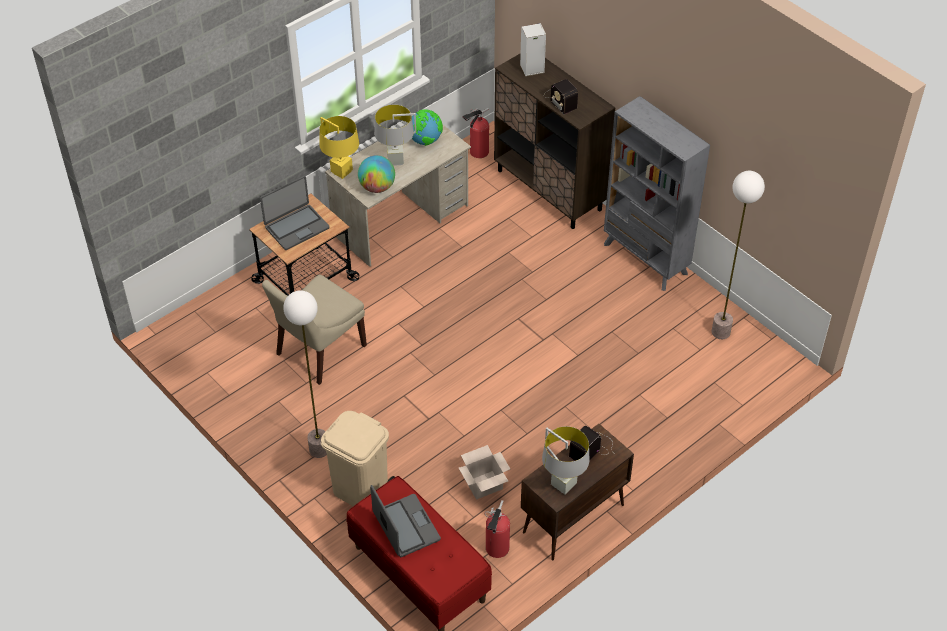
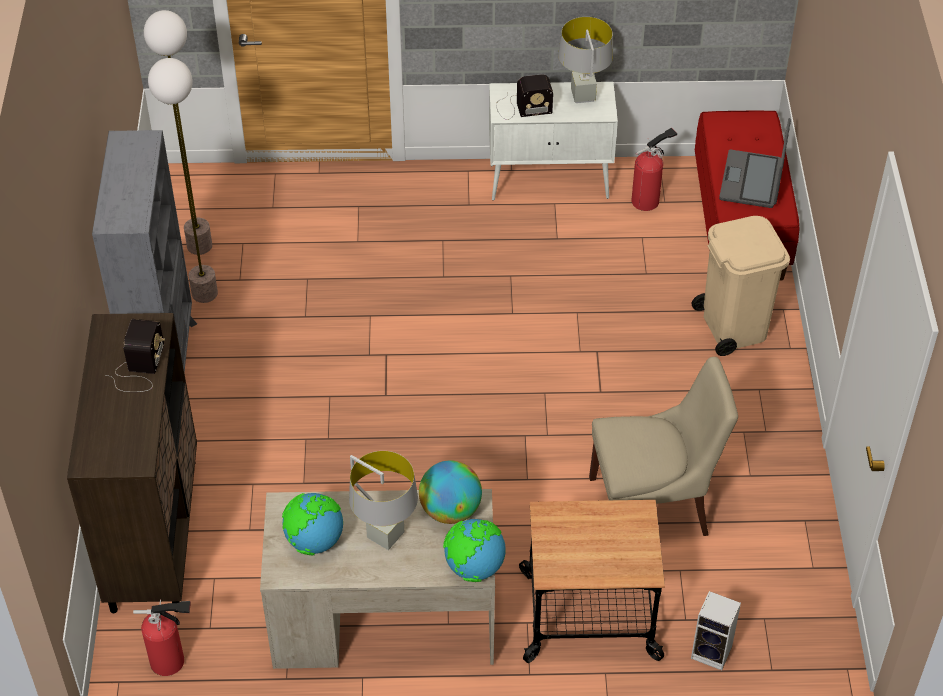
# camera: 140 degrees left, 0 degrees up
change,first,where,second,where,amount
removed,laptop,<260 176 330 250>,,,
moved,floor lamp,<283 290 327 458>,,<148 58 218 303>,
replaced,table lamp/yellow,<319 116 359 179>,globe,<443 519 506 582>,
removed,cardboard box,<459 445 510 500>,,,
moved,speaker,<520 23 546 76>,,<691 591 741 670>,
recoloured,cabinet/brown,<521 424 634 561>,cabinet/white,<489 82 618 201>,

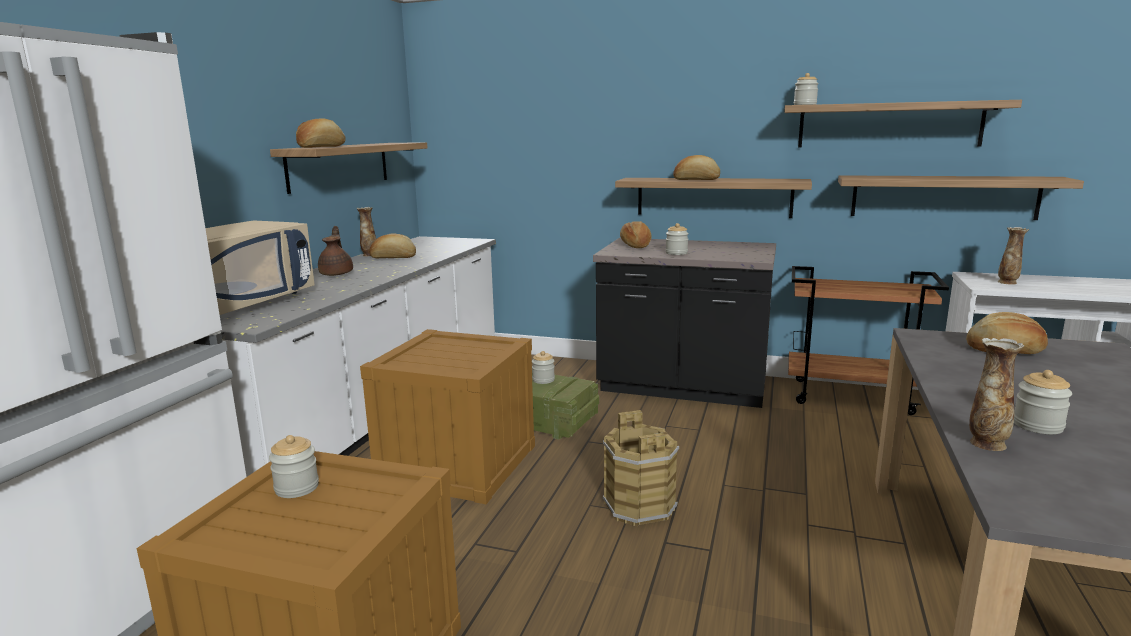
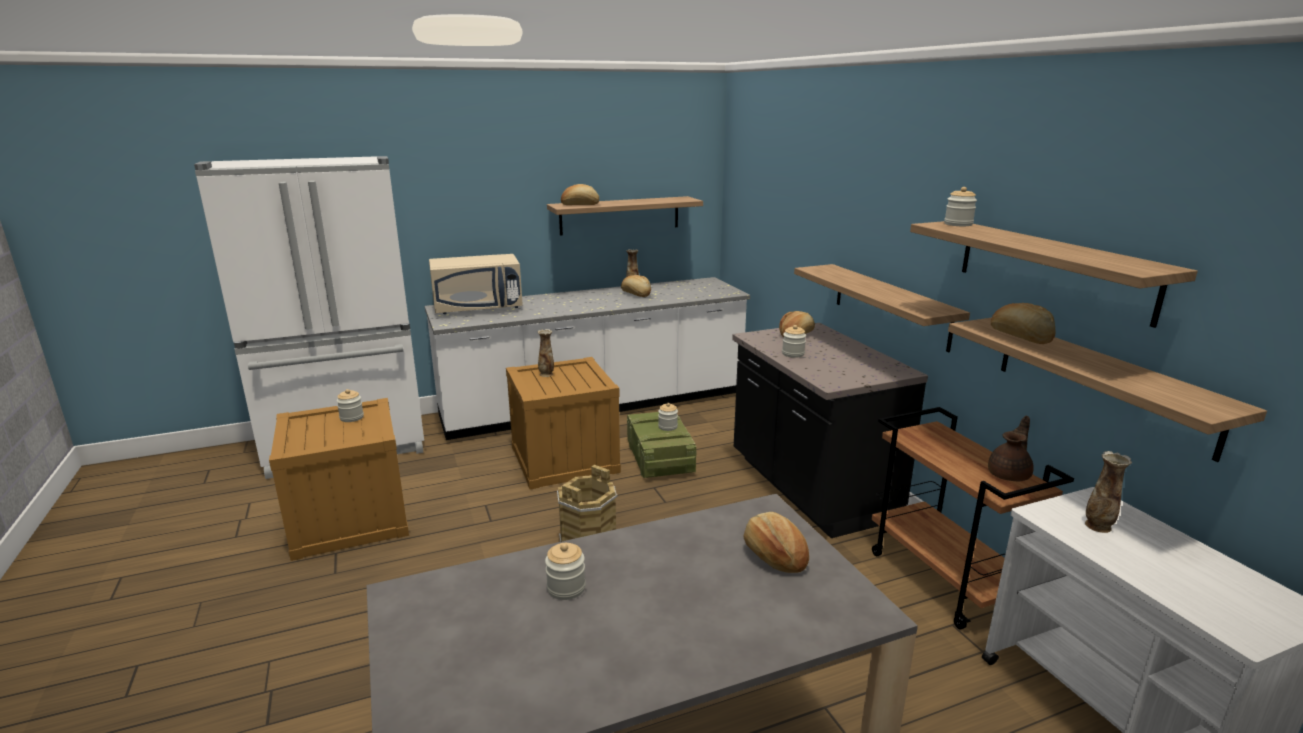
# camera: 50 degrees right, 5 degrees up
change,first,where,second,where,amount
moved,teapot/brown,<318 226 353 276>,,<988 416 1034 481>,
moved,bread,<673 155 720 180>,,<991 303 1055 344>,
moved,vase,<969 338 1024 451>,,<538 329 554 377>,

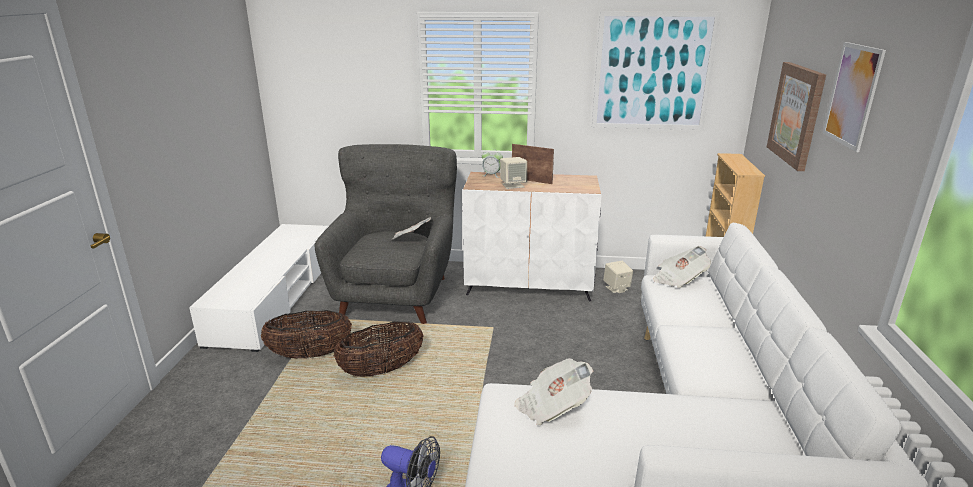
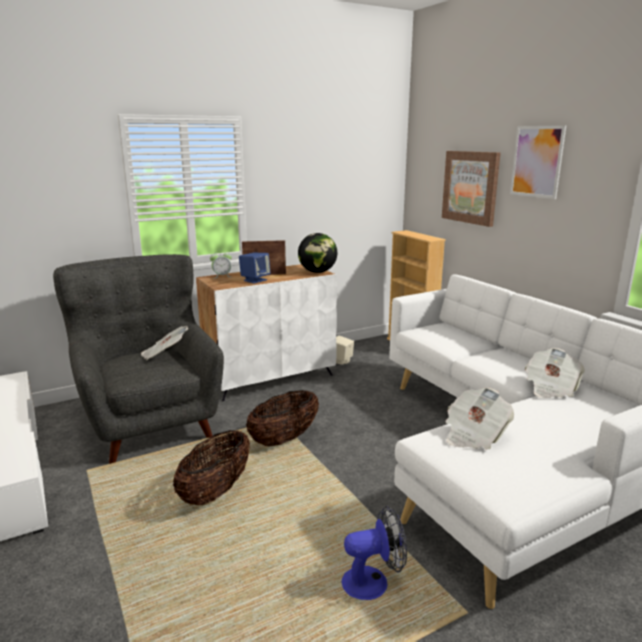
# camera: 35 degrees left, 5 degrees down
change,first,where,second,where,amount
moved,basket,<261 310 352 359>,,<246 390 319 447>,
recoloured,speaker/beige,<500 157 527 189>,speaker/blue,<239 253 271 284>,
removed,picture,<592 11 721 130>,,,
moved,newspaper,<653 246 711 288>,,<525 348 585 398>,
added,,,globe,<298 233 337 273>,

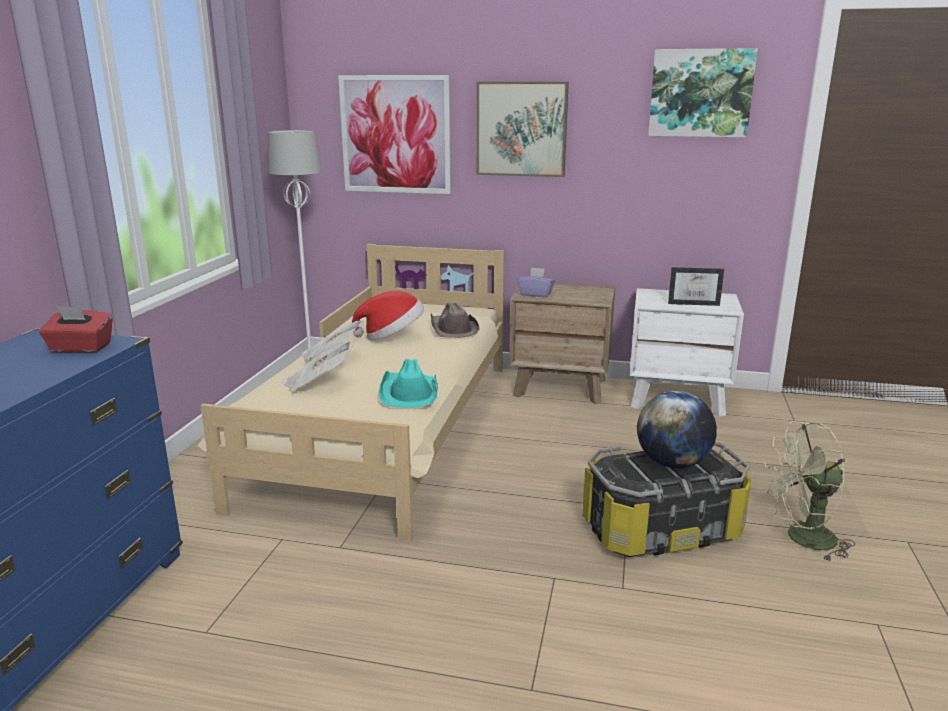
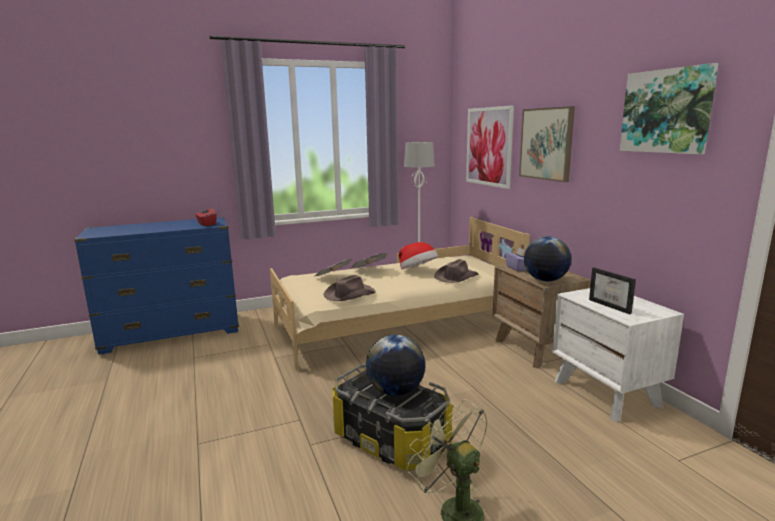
# camera: 55 degrees right, 5 degrees down
change,first,where,second,where,amount
recoloured,hat/turquoise,<379 359 438 408>,hat/brown,<323 275 376 301>,
added,,,globe,<524 236 571 281>,

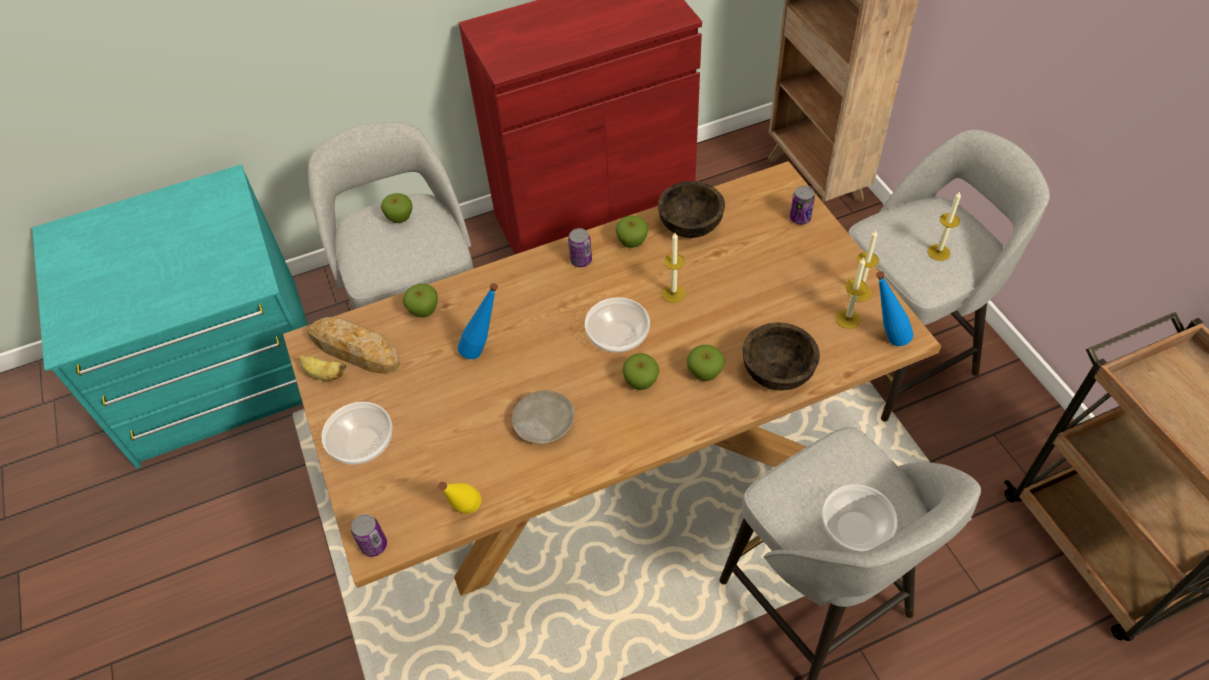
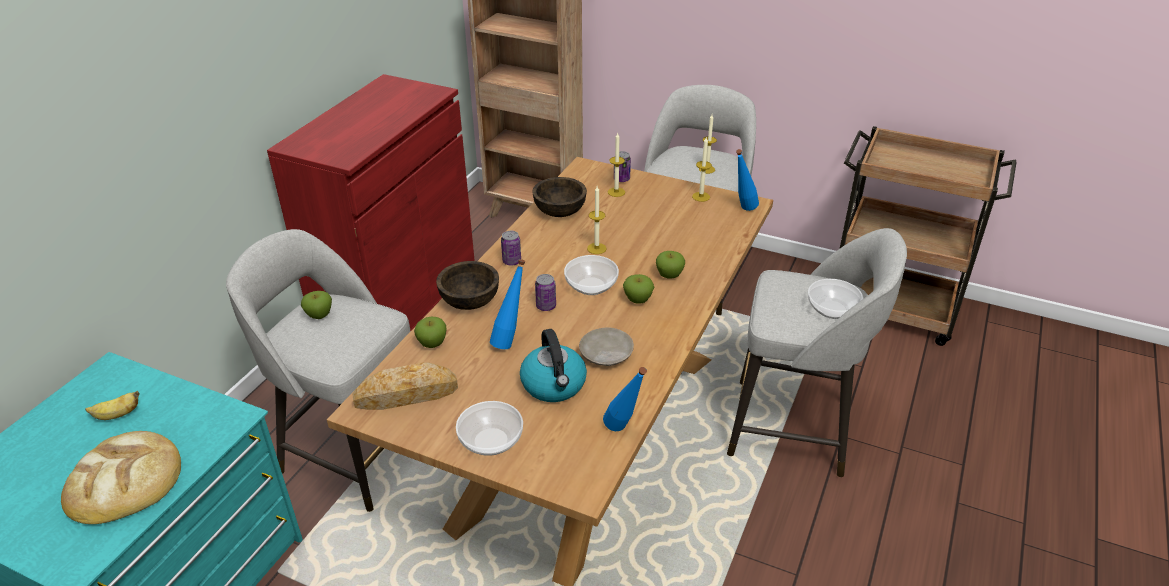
# camera: 45 degrees left, 15 degrees down
change,first,where,second,where,amount
moved,banana,<299 355 346 381>,,<85 390 140 420>,
moved,can,<351 514 387 557>,,<535 274 556 311>,
recoloured,bottle/yellow,<438 481 481 514>,bottle/blue,<603 367 647 431>,
removed,apple,<616 215 648 248>,,,
moved,bowl/brown,<743 322 820 391>,,<436 261 499 310>,
moved,candle,<836 258 867 329>,,<608 133 625 197>,
added,,,bread,<61 431 181 524>,
added,,,kettle,<520 329 587 402>,

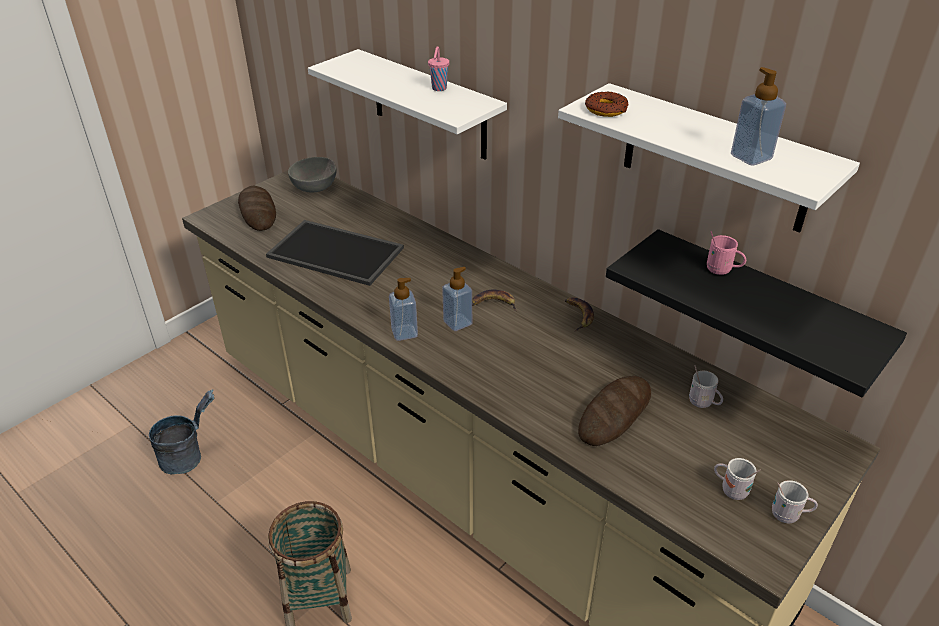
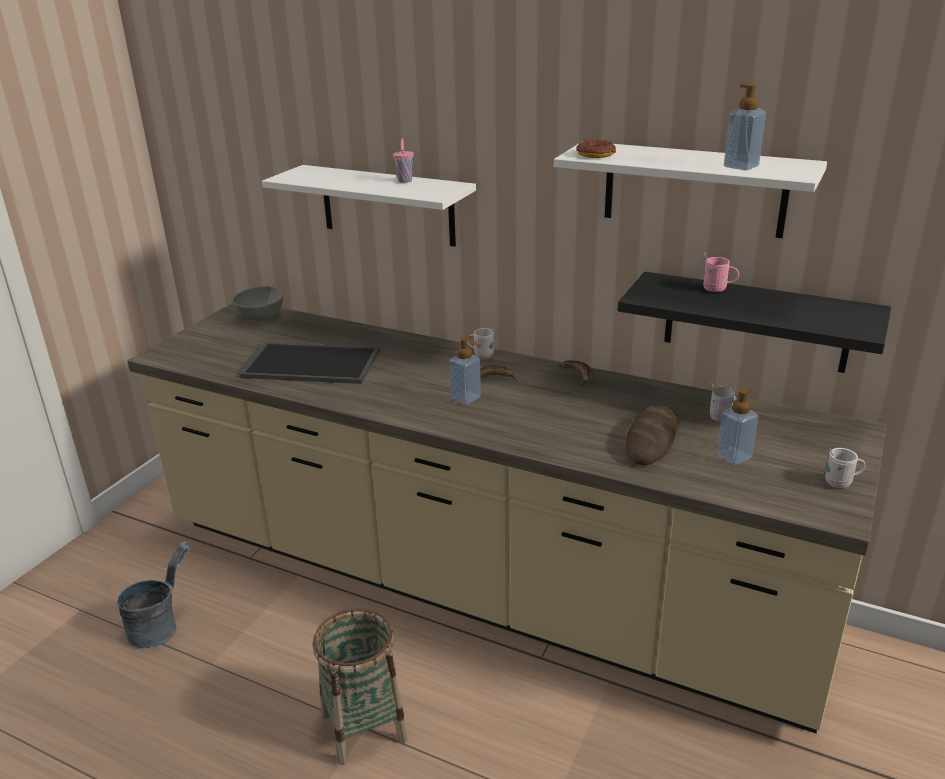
# camera: 15 degrees left, 10 degrees down
change,first,where,second,where,amount
removed,bread,<238 186 276 231>,,,
moved,soap dispenser,<389 278 418 341>,,<717 388 758 465>,
moved,mug/white,<714 458 761 500>,,<468 327 495 358>,

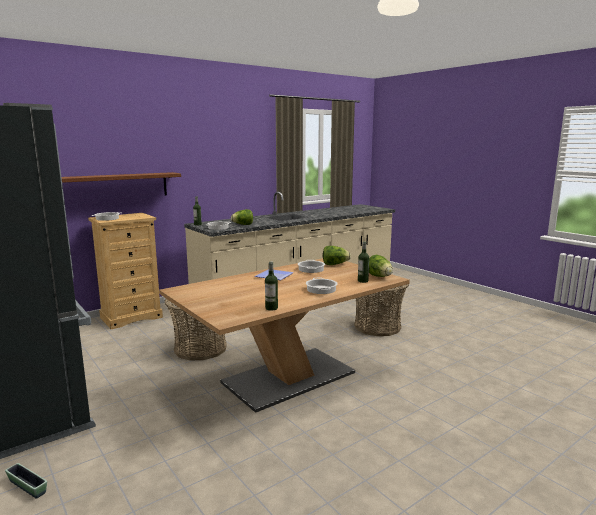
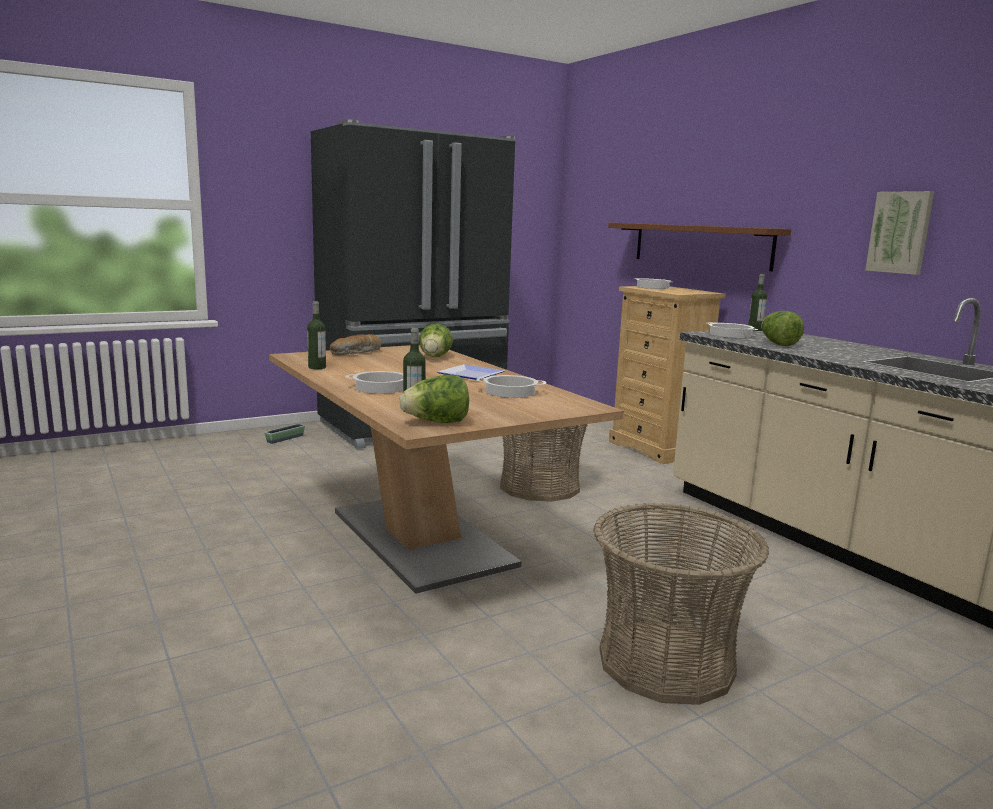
# camera: 95 degrees right, 0 degrees up
change,first,where,second,where,amount
moved,lettuce,<323 246 351 265>,,<419 324 453 357>,
added,,,bread,<330 334 382 355>,
added,,,picture,<865 191 934 275>,

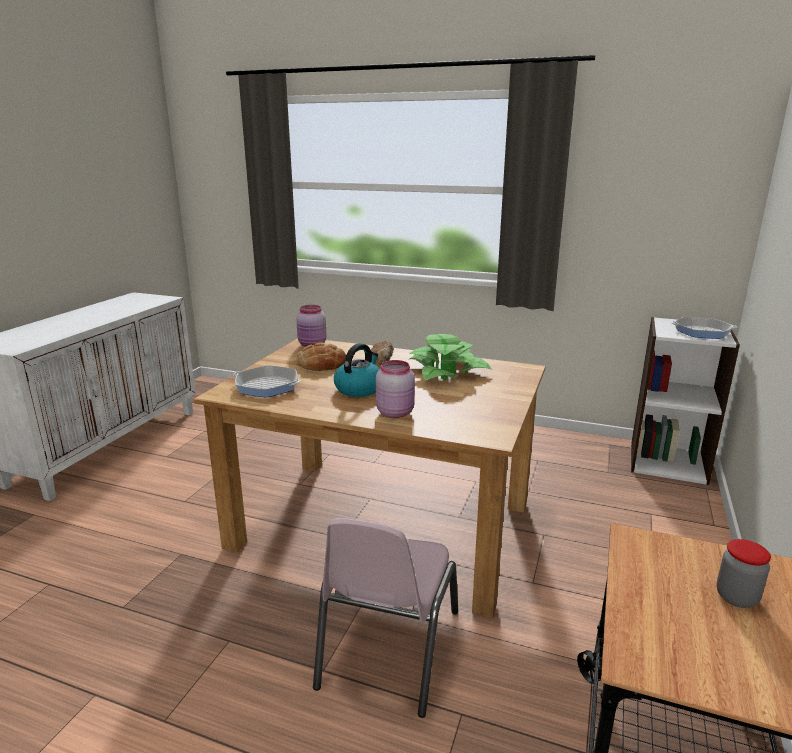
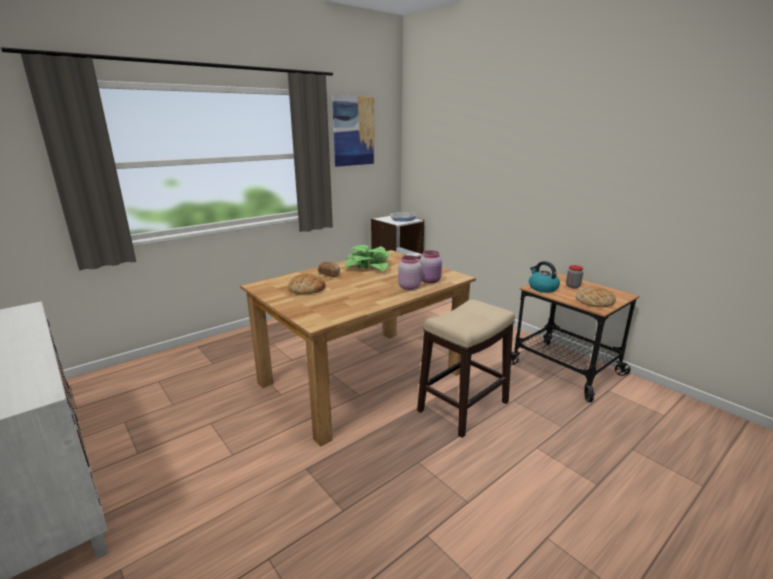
# camera: 60 degrees left, 0 degrees up
change,first,where,second,where,amount
removed,frying pan,<233 365 301 398>,,,
moved,jar/pink,<296 305 327 347>,,<420 250 442 284>,
replaced,chair/pink,<313 518 458 718>,stool,<417 300 515 438>,
moved,kettle,<334 343 380 397>,,<529 261 560 293>,
added,,,picture,<332 95 375 167>,
added,,,bread,<576 287 616 307>,

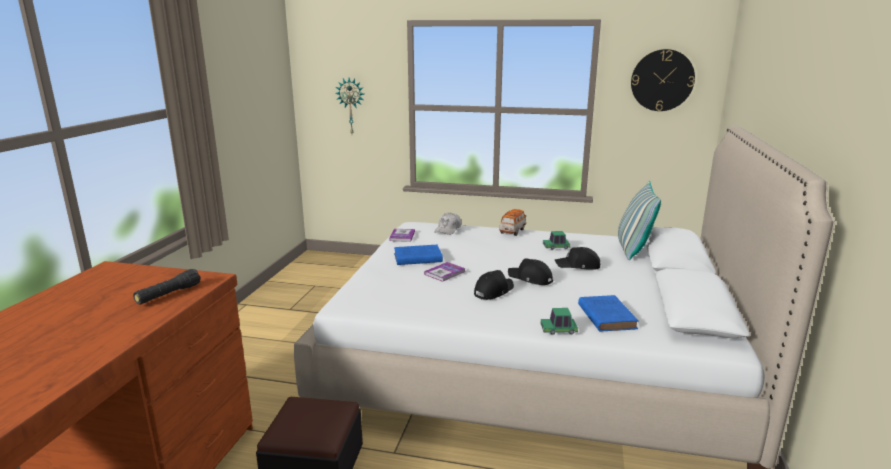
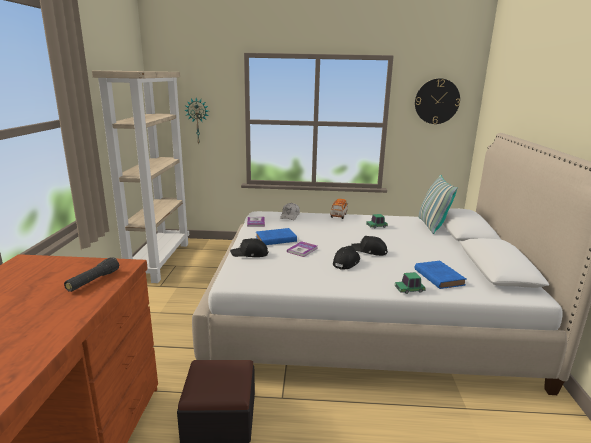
# camera: 10 degrees left, 0 degrees up
change,first,where,second,where,amount
moved,cap/black,<555 247 600 270>,,<230 238 268 257>,
added,,,bookcase/beige,<92 71 189 283>,

